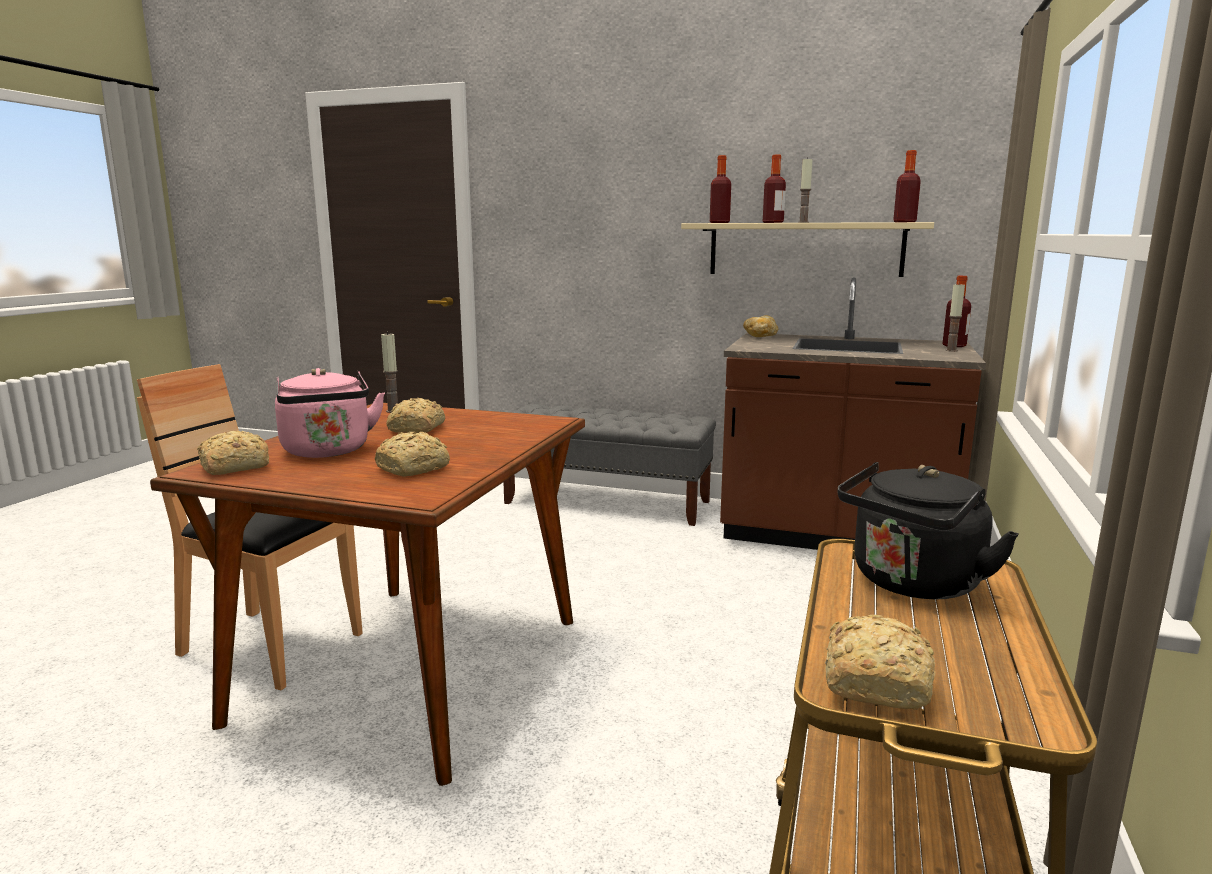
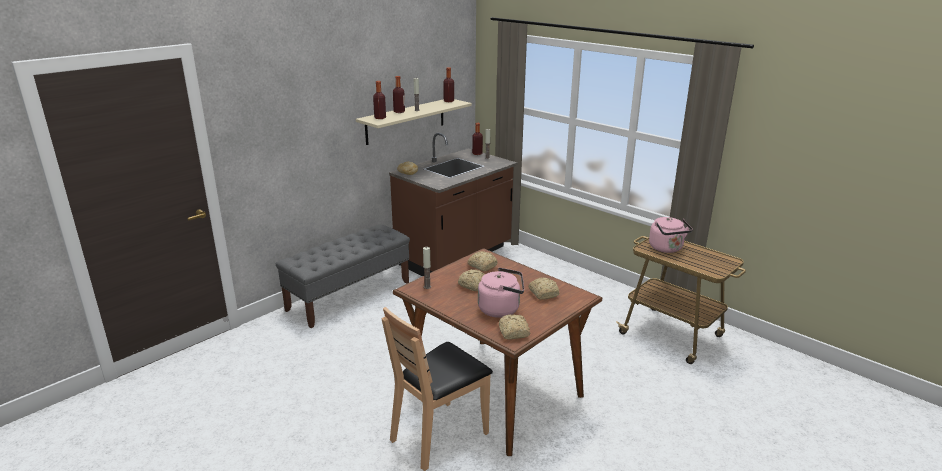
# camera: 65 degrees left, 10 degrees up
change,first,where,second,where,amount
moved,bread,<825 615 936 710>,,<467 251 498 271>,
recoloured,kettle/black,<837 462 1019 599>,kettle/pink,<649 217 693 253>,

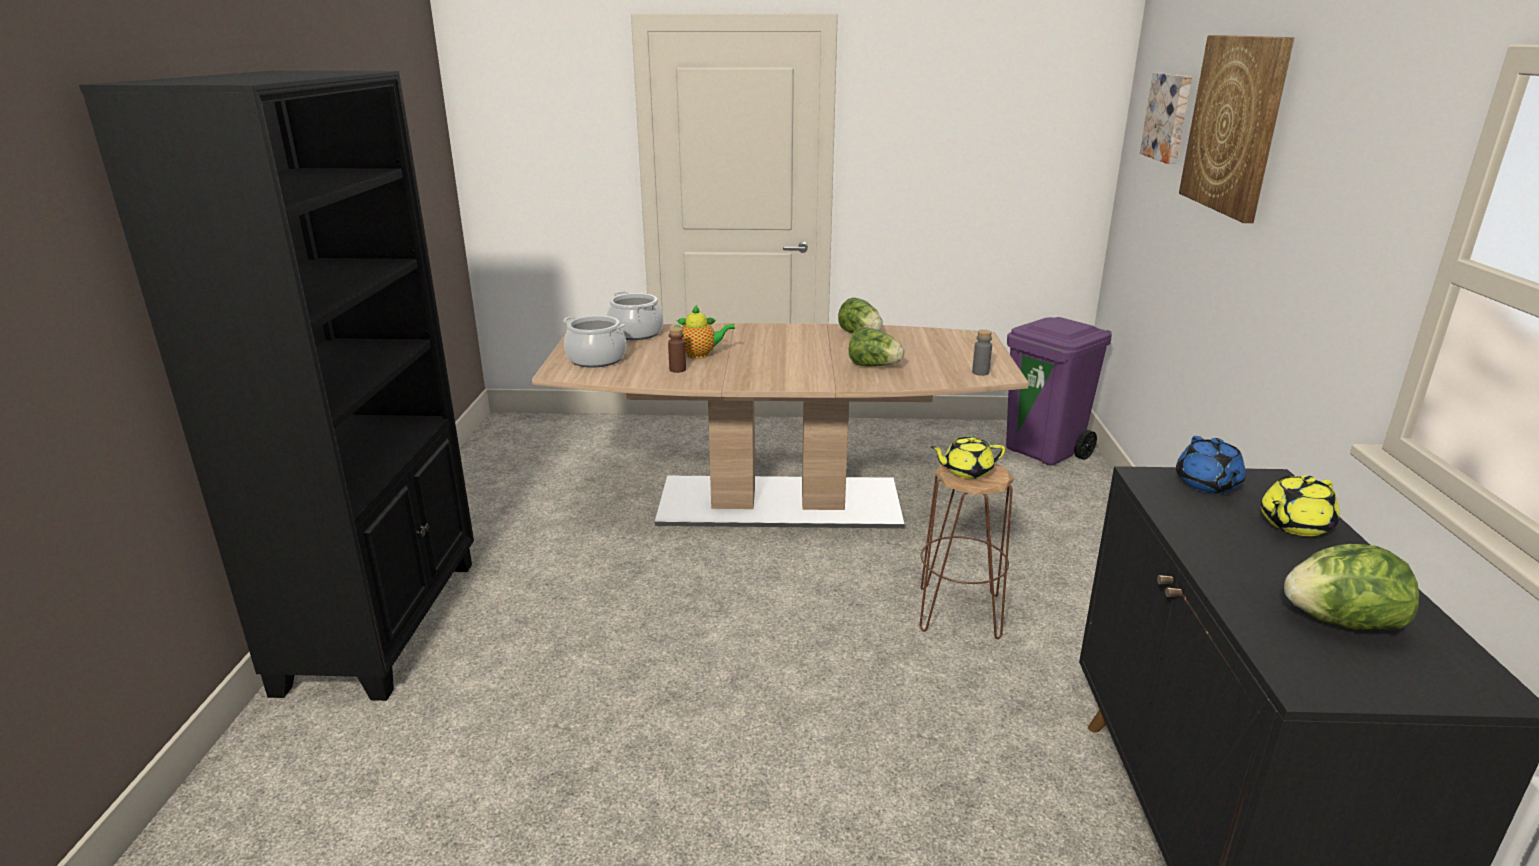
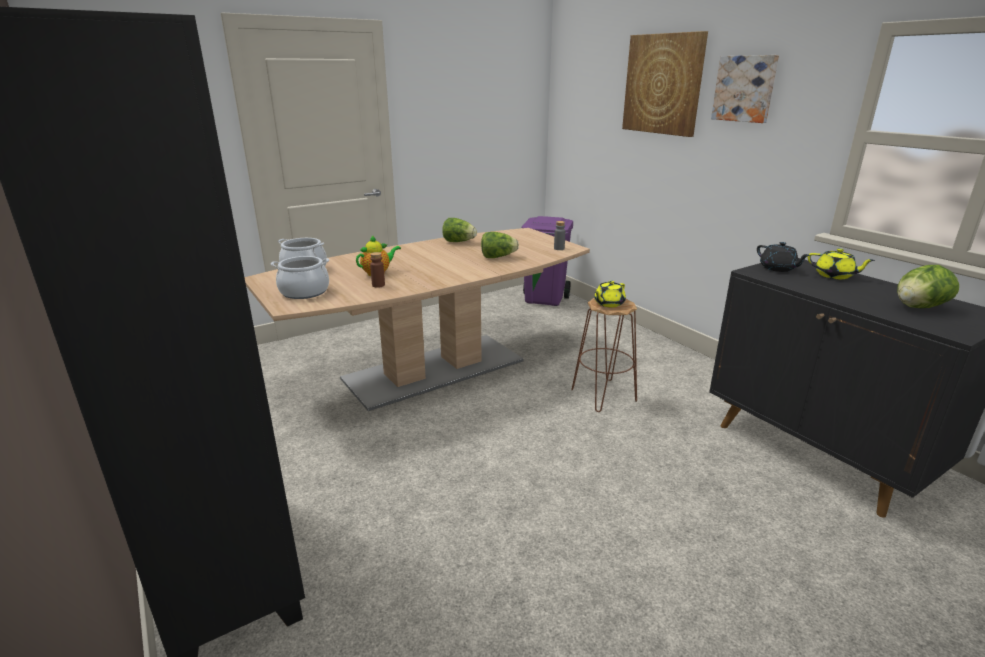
# camera: 35 degrees left, 0 degrees up
change,first,where,second,where,amount
moved,picture,<1140 73 1192 164>,,<711 55 779 123>,
recoloured,teapot/blue,<1176 436 1246 494>,teapot/black,<757 242 811 272>,
turned,teapot/yellow,<1261 475 1340 536>,,<808 248 875 279>,75 degrees counterclockwise

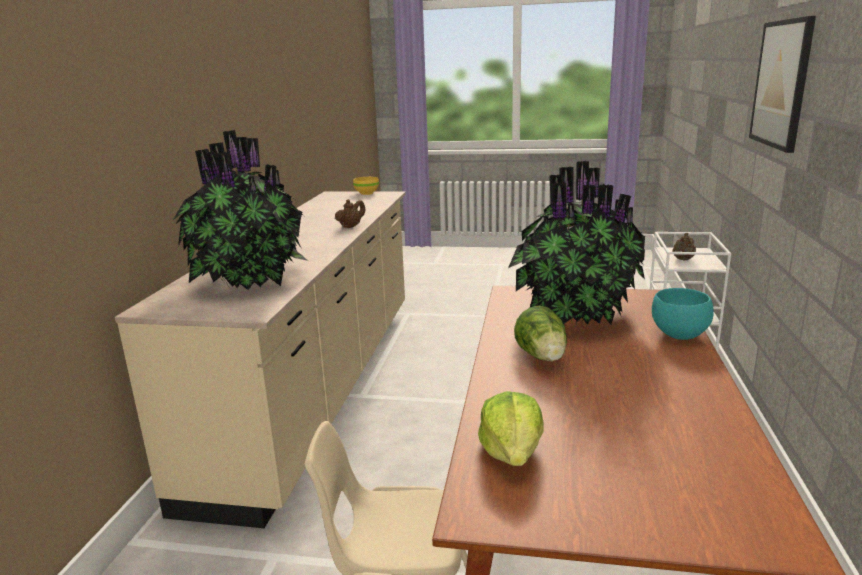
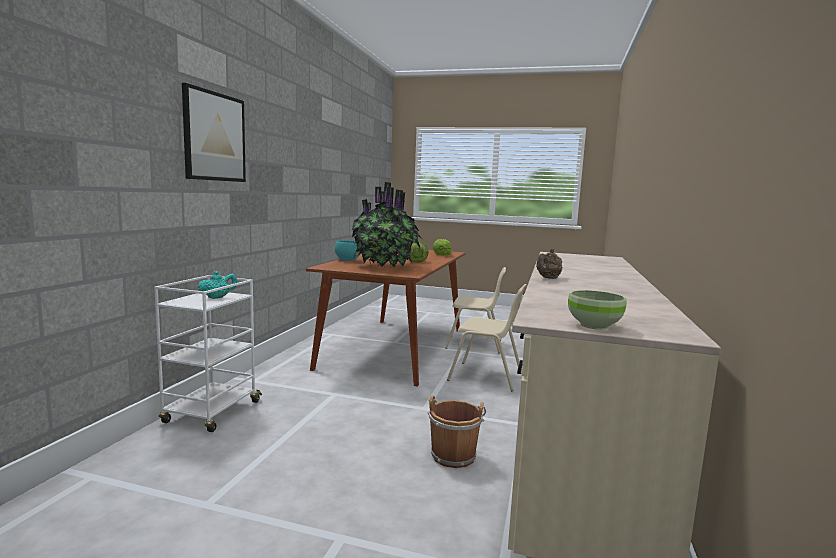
# camera: 175 degrees left, 10 degrees down
change,first,where,second,where,amount
removed,potted plant,<173 130 308 290>,,,
recoloured,bowl/yellow,<353 177 379 195>,bowl/green,<568 290 627 330>,
recoloured,teapot/brown,<672 233 696 261>,teapot/turquoise,<198 271 237 299>,
added,,,bucket/brown,<428 395 486 468>,
added,,,chair/beige,<447 284 527 391>,

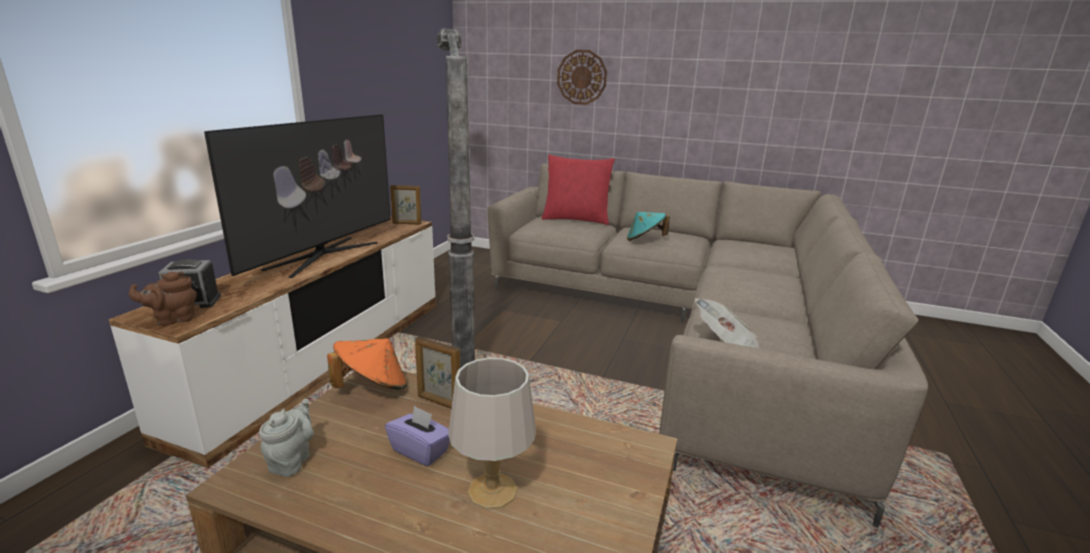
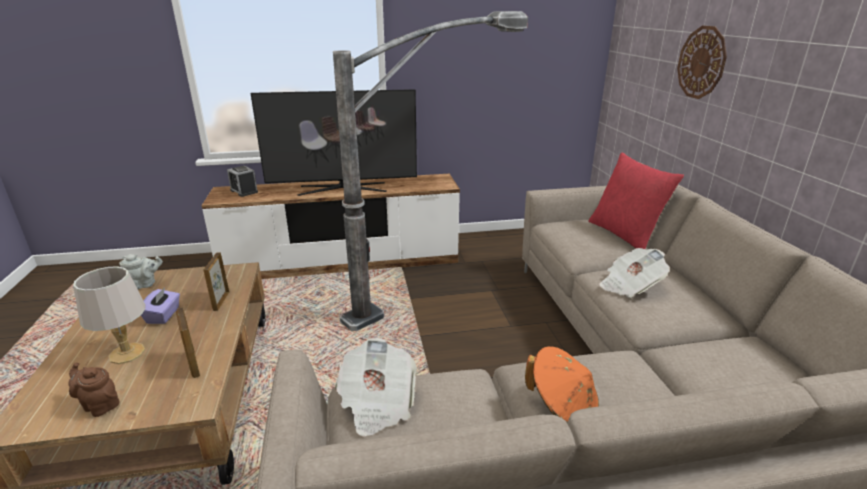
# camera: 60 degrees right, 5 degrees up
change,first,where,second,where,amount
moved,teapot/brown,<129 271 197 325>,,<69 362 120 417>,
moved,hat/orange,<327 338 407 390>,,<525 346 599 423>,
moved,picture frame,<390 185 421 225>,,<176 308 200 378>,
replaced,hat/turquoise,<627 212 670 241>,newspaper,<599 248 670 298>,

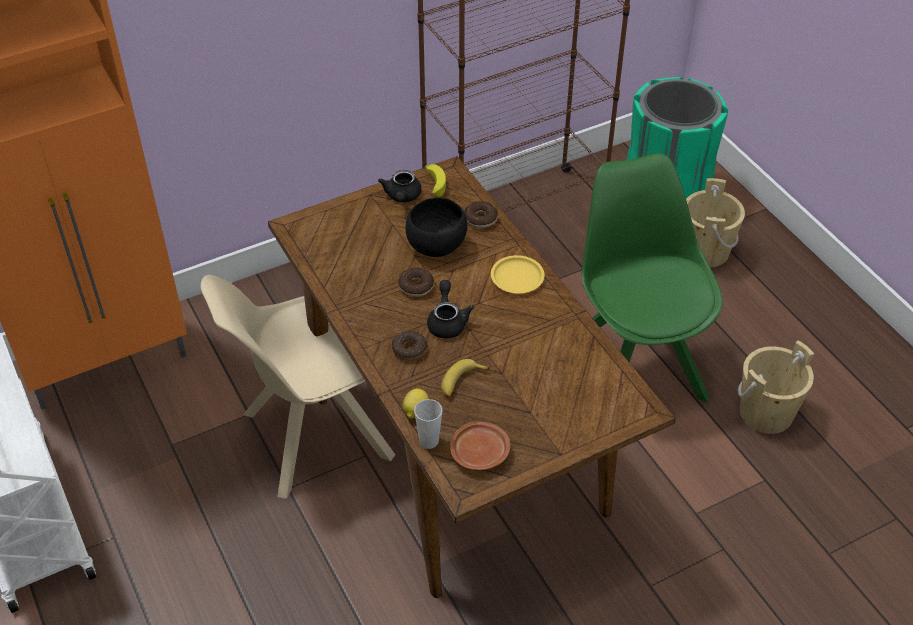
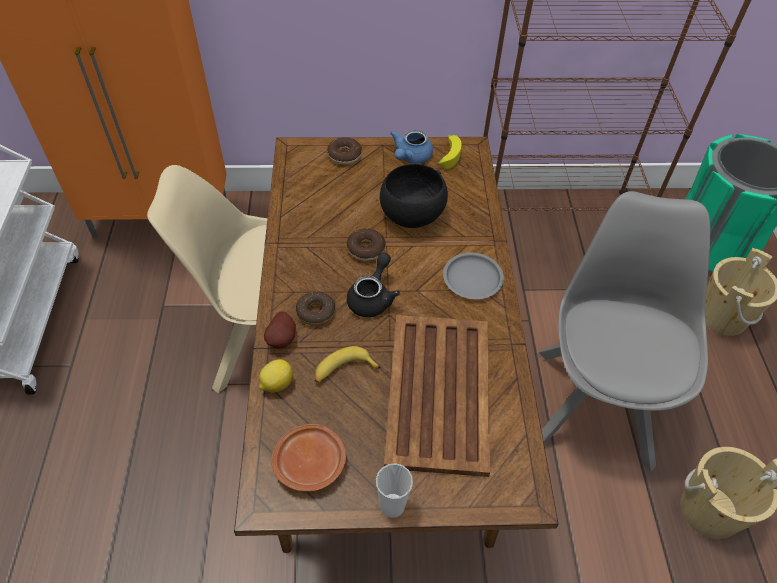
# camera: 25 degrees right, 5 degrees up
change,first,where,second,where,amount
recoloured,teapot/black,<378 170 421 202>,teapot/blue,<390 129 433 164>,
moved,cup,<414 399 443 449>,,<376 463 413 518>,
moved,donut,<464 201 498 228>,,<327 137 362 164>,
recoloured,plate/yellow,<491 255 545 293>,plate/grey,<443 253 504 299>,
recoloured,chair/green,<581 153 723 402>,chair/grey,<539 191 710 471>,
added,,,potato,<264 311 296 349>,
added,,,tray/brown,<384 315 490 477>,

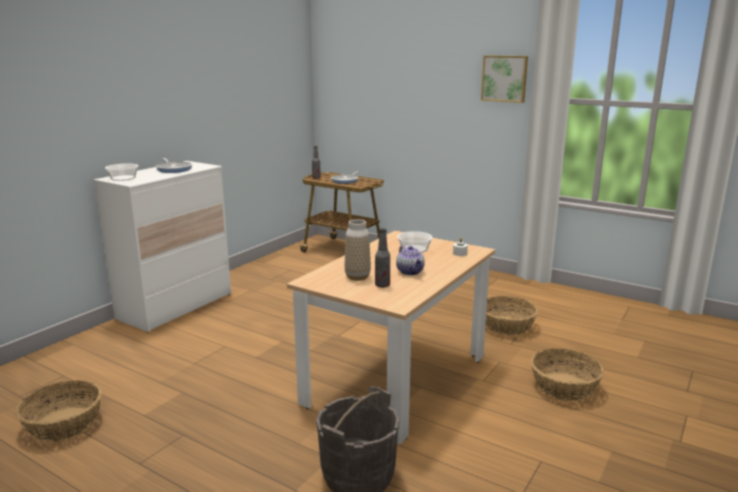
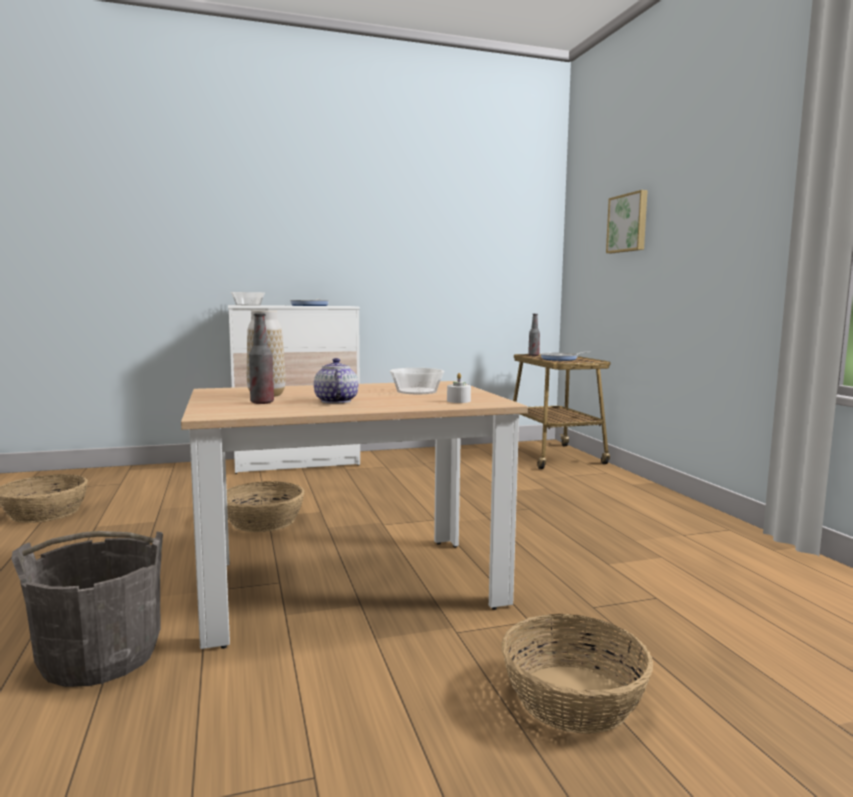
# camera: 40 degrees right, 10 degrees down
change,first,where,second,where,amount
turned,teapot,<396 245 425 275>,,<314 358 358 403>,150 degrees clockwise
moved,picture,<481 55 528 103>,,<606 190 648 253>,
moved,basket,<486 296 538 336>,,<227 481 304 532>,

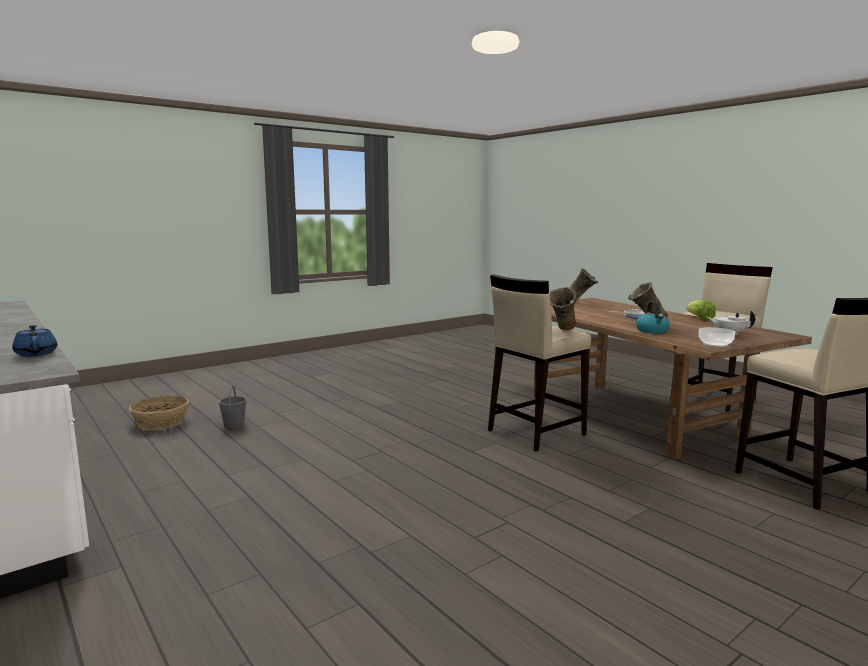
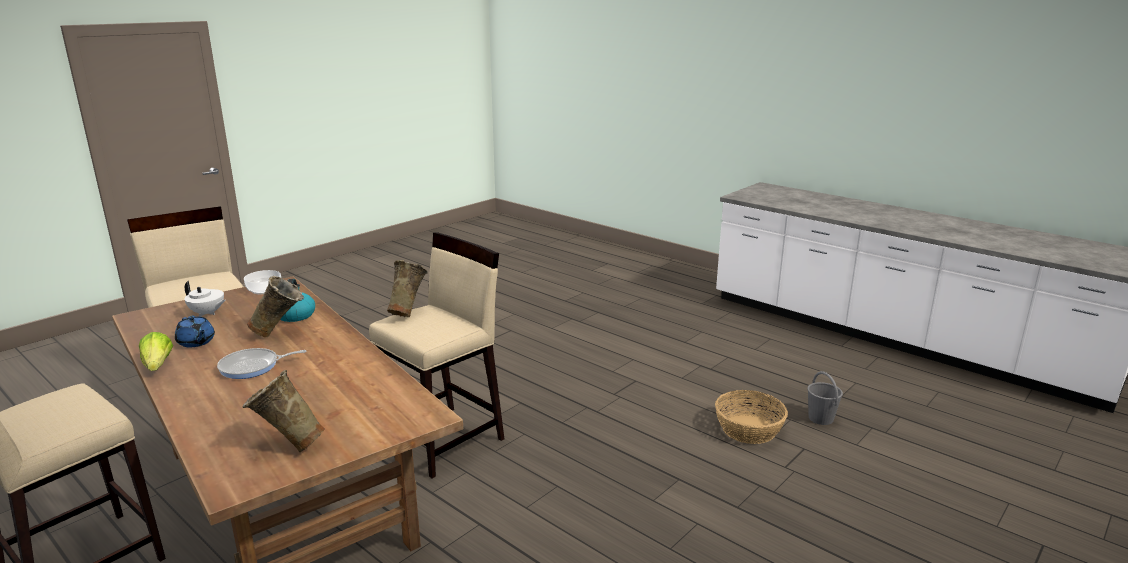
# camera: 170 degrees right, 10 degrees up
change,first,where,second,where,amount
moved,teapot/blue,<12 325 57 357>,,<175 316 215 347>,
moved,basket,<129 396 189 430>,,<715 390 788 444>,

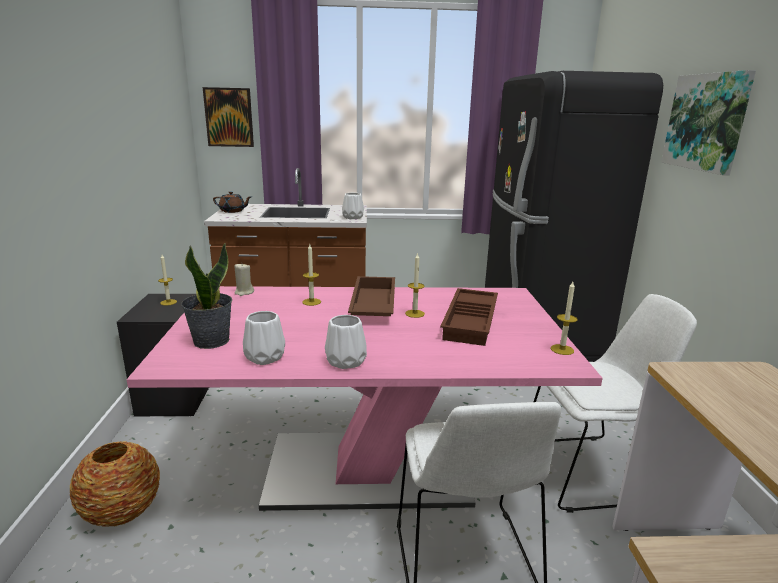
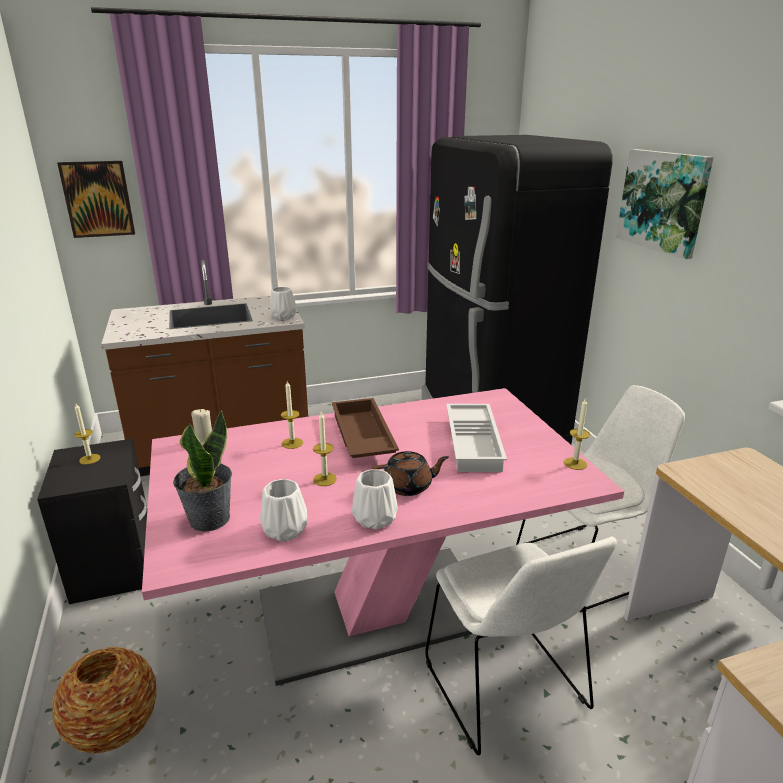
# camera: 15 degrees left, 5 degrees up
change,first,where,second,where,amount
moved,teapot/brown,<213 191 251 213>,,<371 451 449 496>,
moved,candle,<405 252 425 318>,,<313 412 337 486>,
recoloured,tray/brown,<440 288 498 346>,tray/white,<446 404 507 472>,

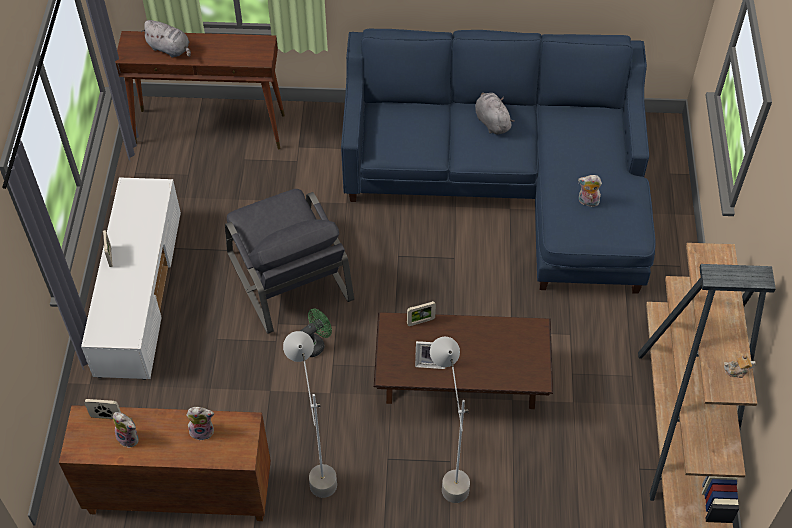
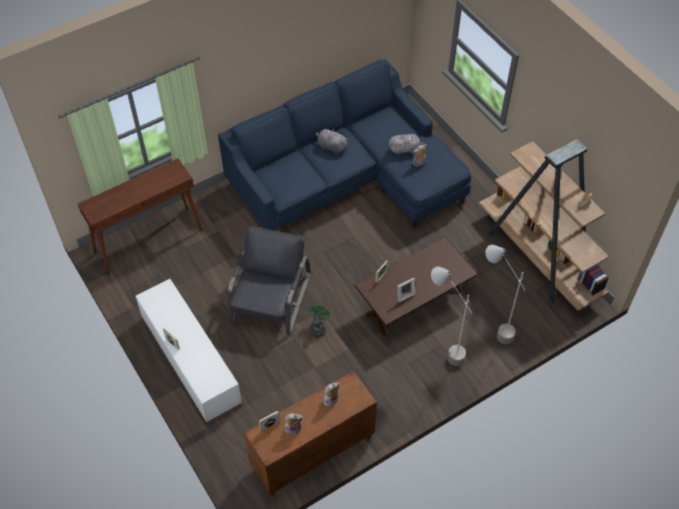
# camera: 35 degrees left, 0 degrees up
change,first,where,second,where,amount
moved,plush toy/grey,<141 20 191 58>,,<389 134 427 155>,
turned,armchair/grey,<225 189 354 334>,,<228 226 311 335>,105 degrees counterclockwise
moved,floor lamp/grey,<283 331 337 498>,,<485 245 526 344>,

